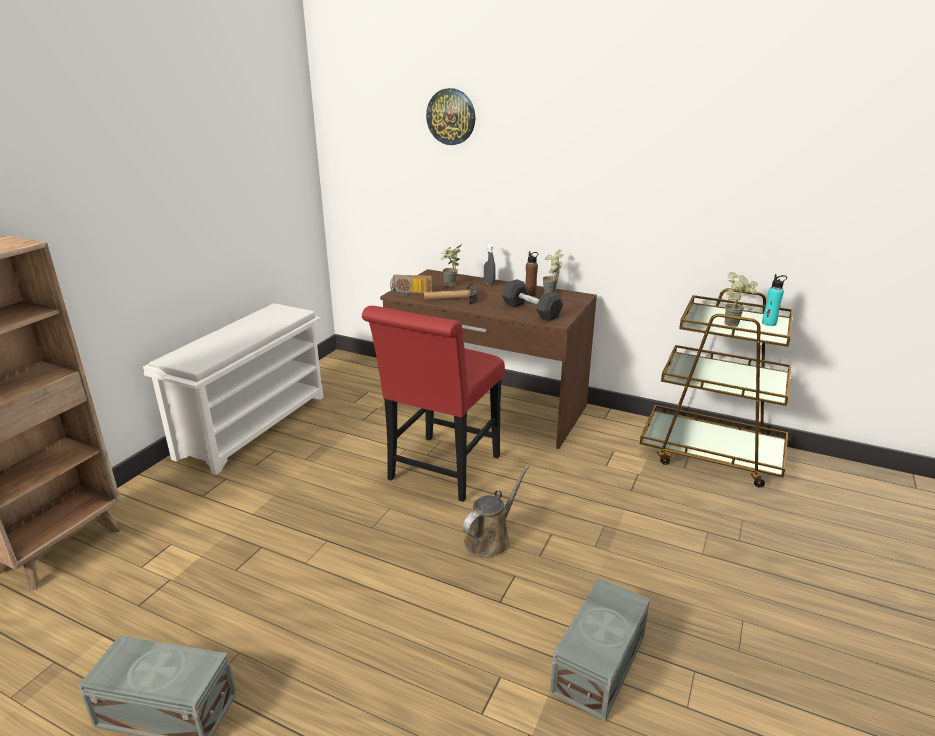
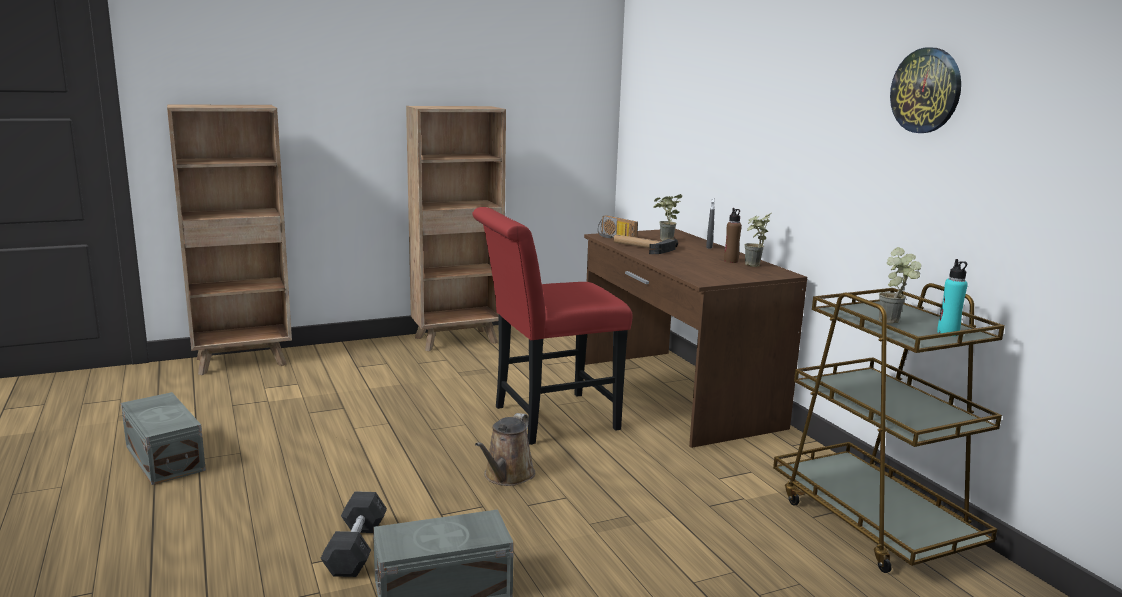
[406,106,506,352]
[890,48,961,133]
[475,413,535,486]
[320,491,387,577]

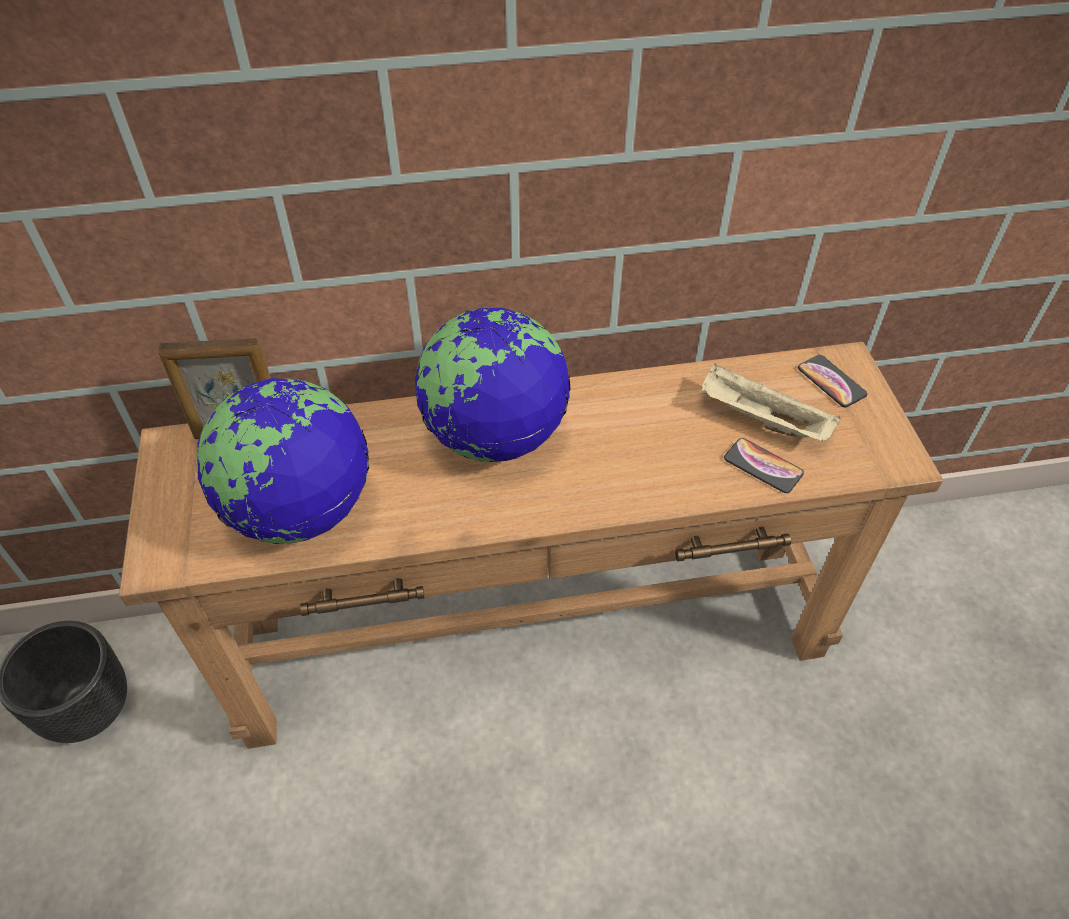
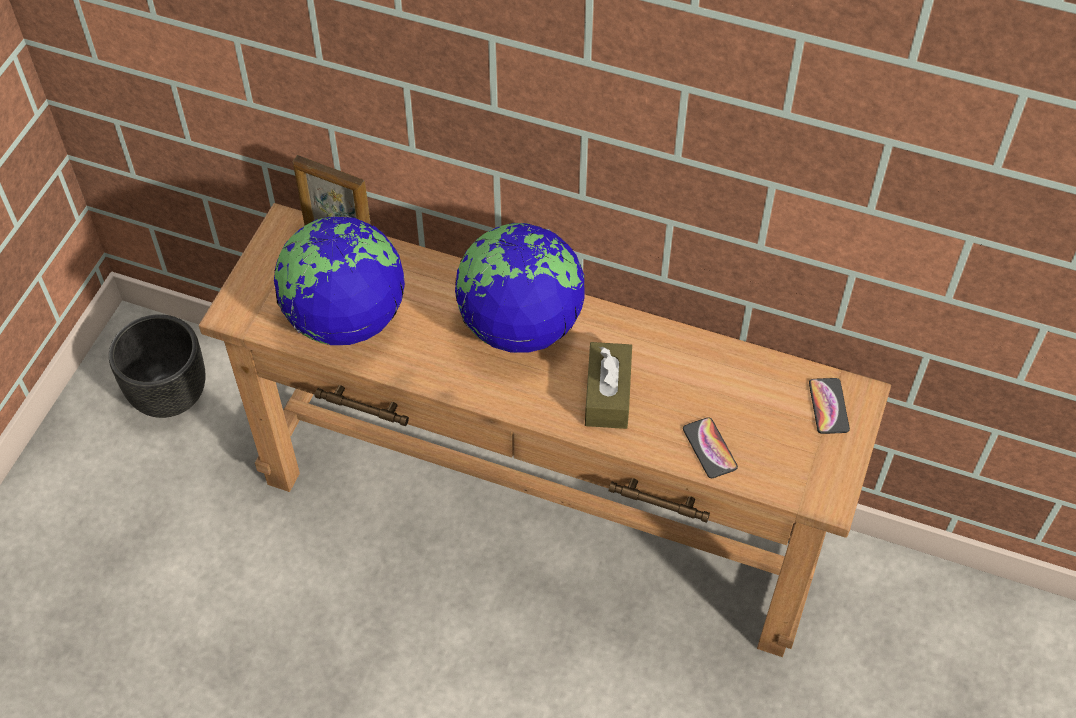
[701,363,841,441] (first image)
[585,342,632,429]

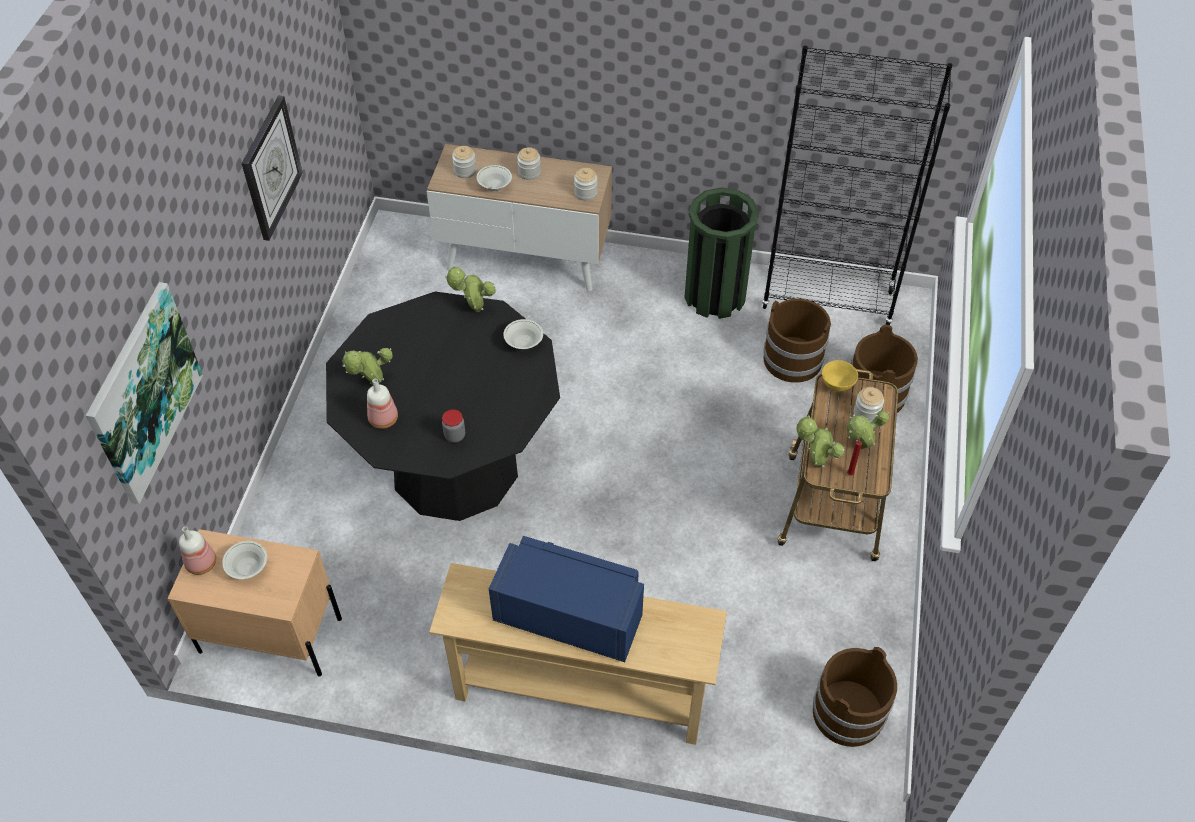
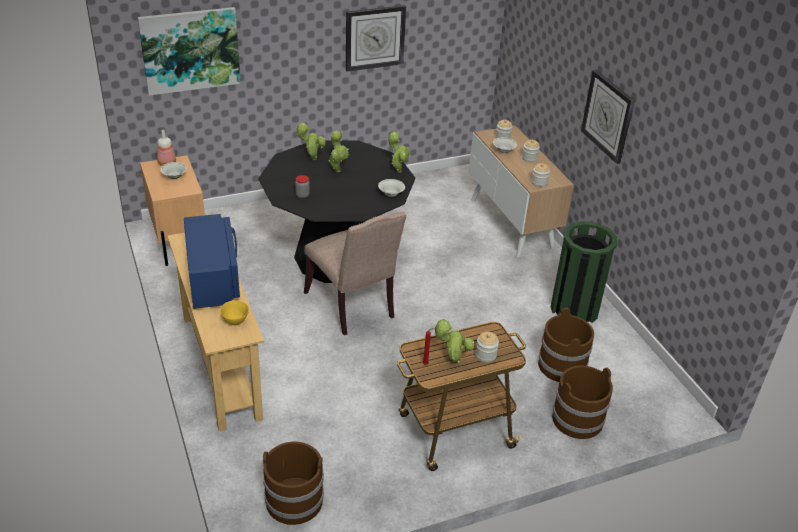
[367,379,398,429] (first image)
[761,46,952,326] (first image)
[329,130,349,172]
[220,300,249,325]
[304,212,406,335]
[581,70,635,164]

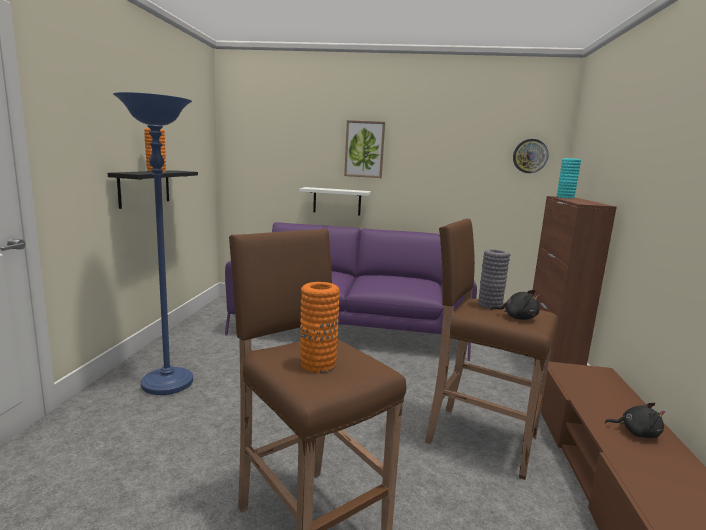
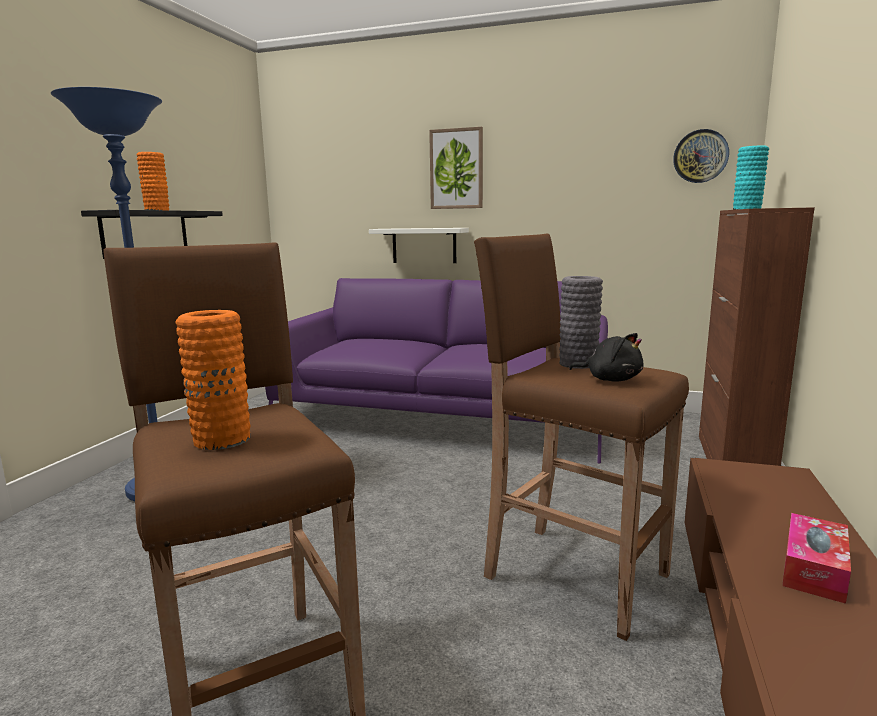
[782,513,851,604]

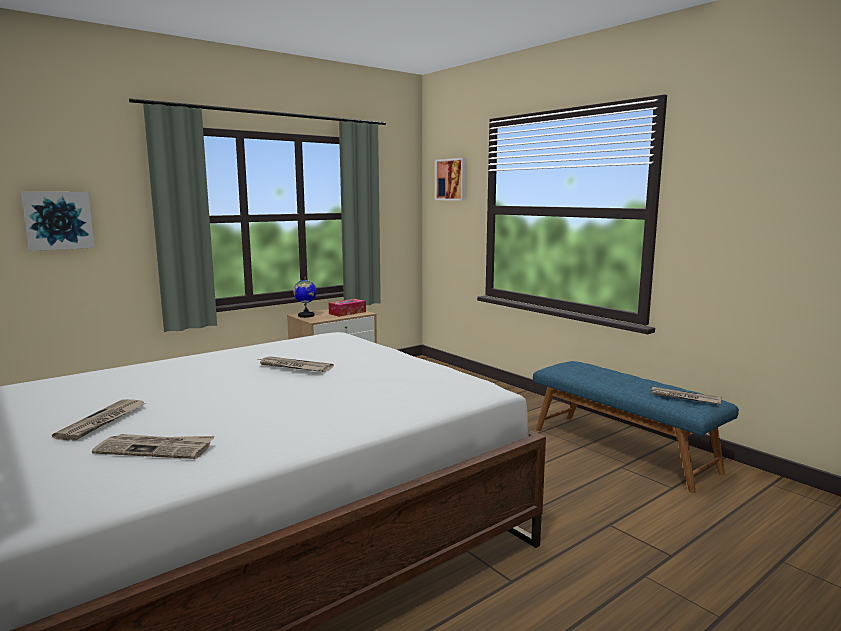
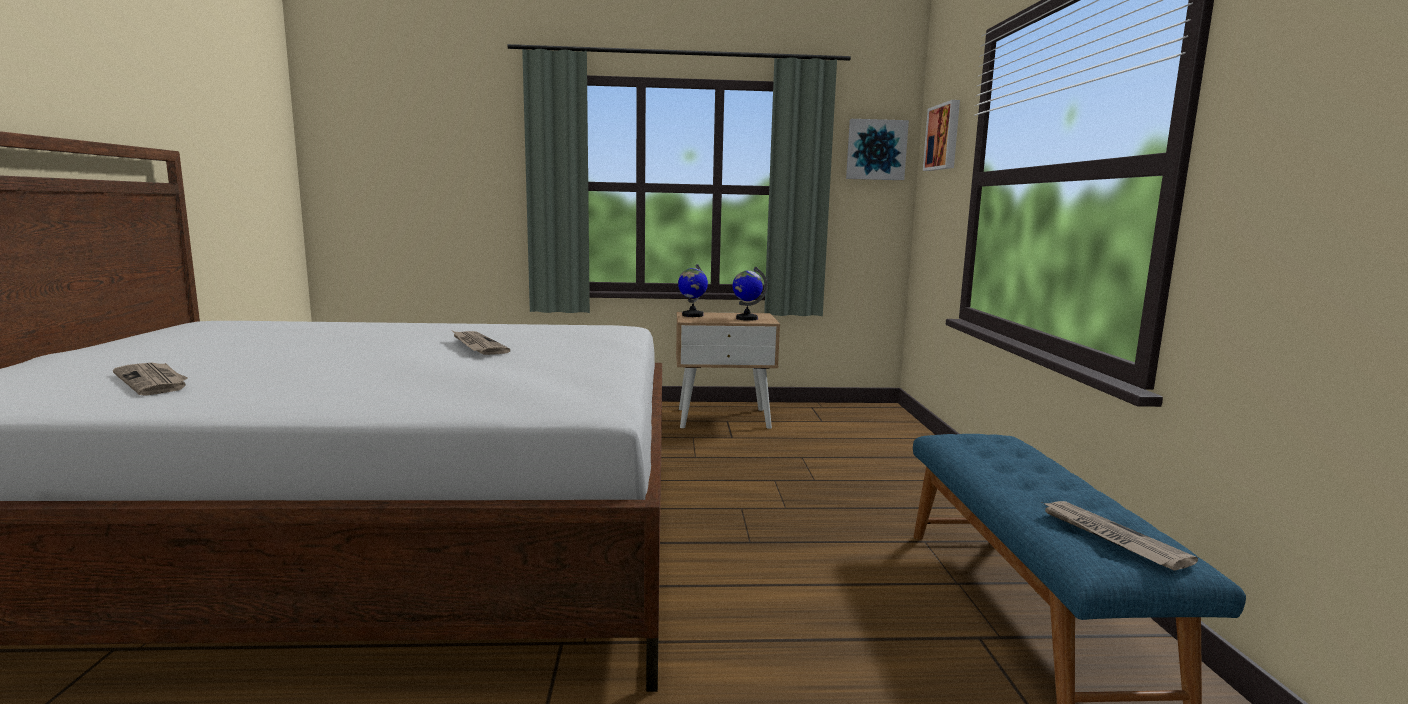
[846,119,909,180]
[52,399,146,441] (first image)
[733,267,767,321]

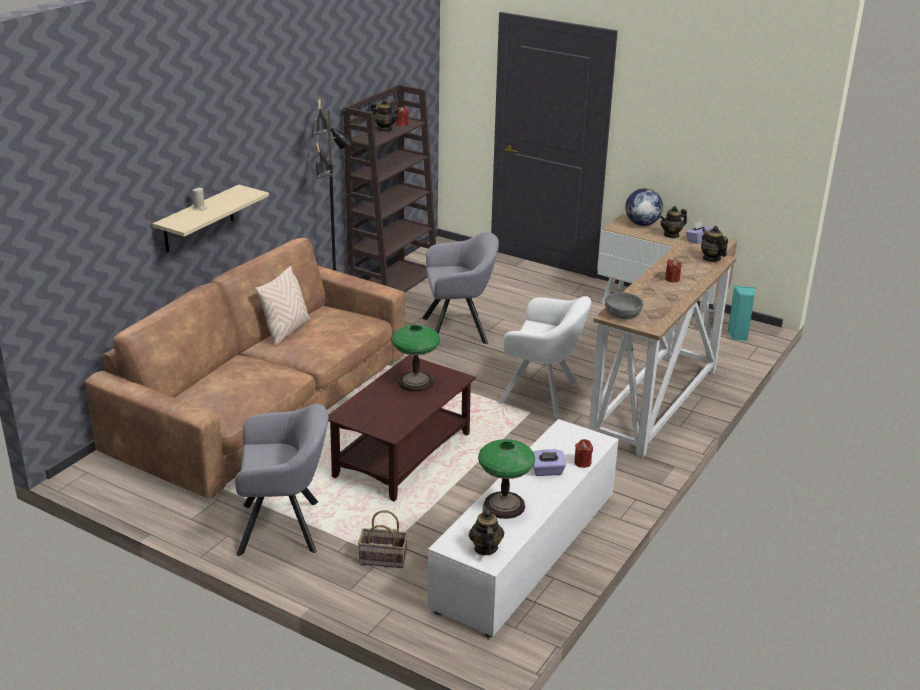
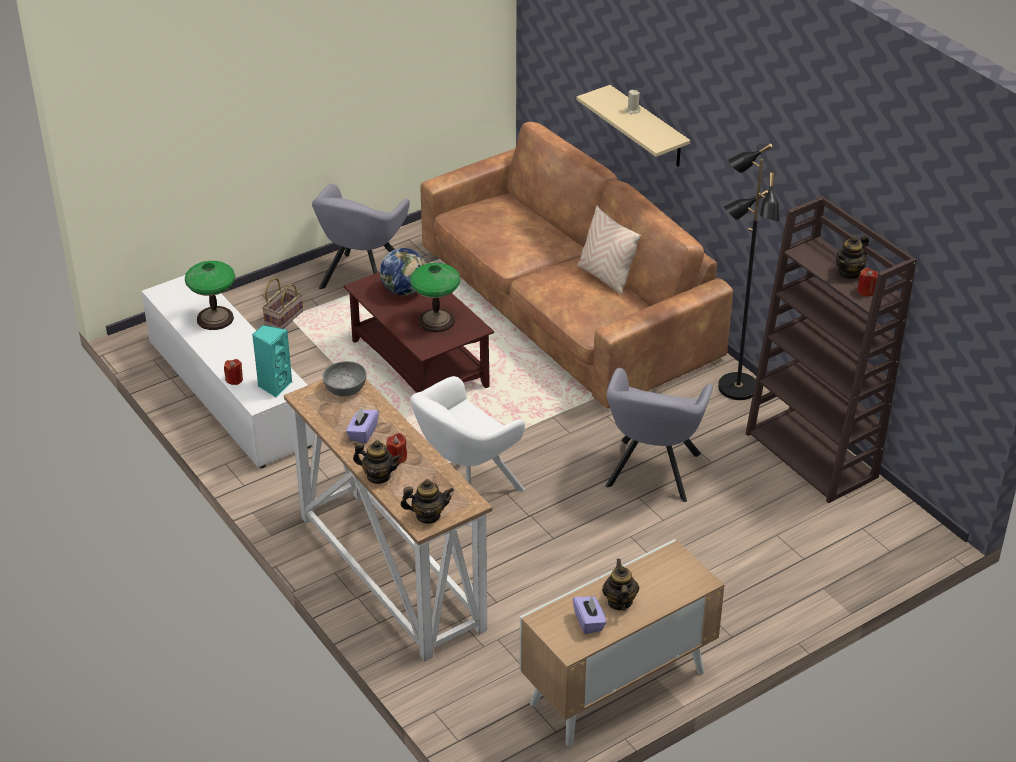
[353,440,402,484]
[346,407,379,443]
[380,248,426,295]
[252,325,292,398]

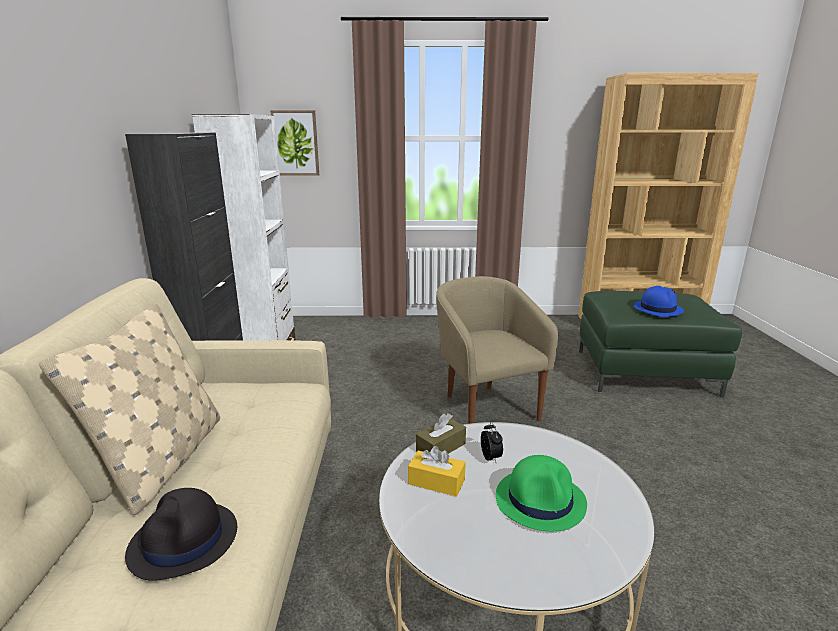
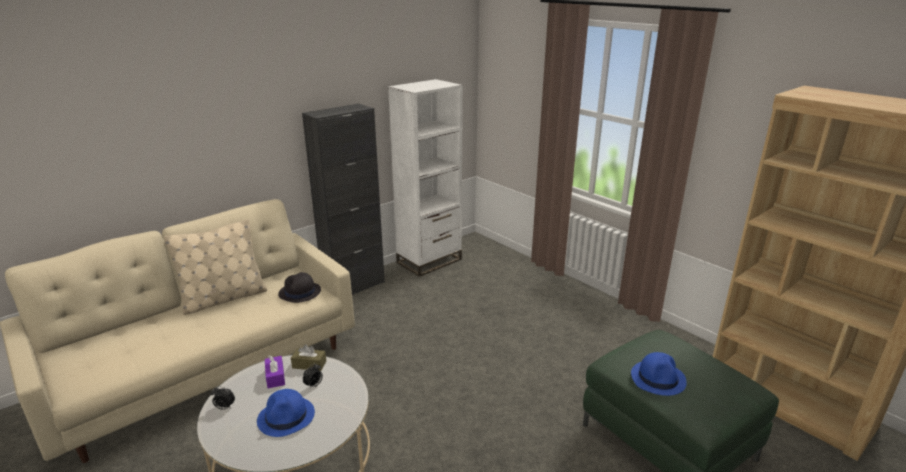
[278,272,321,303]
[270,110,319,176] (first image)
[265,355,285,388]
[436,276,558,424] (first image)
[257,389,315,437]
[211,387,235,410]

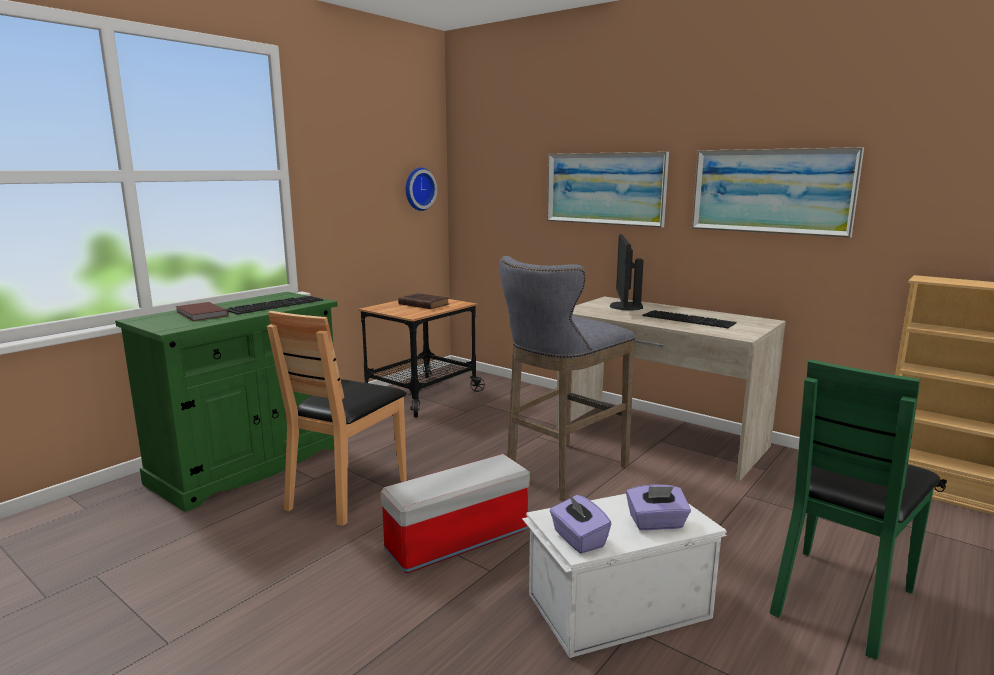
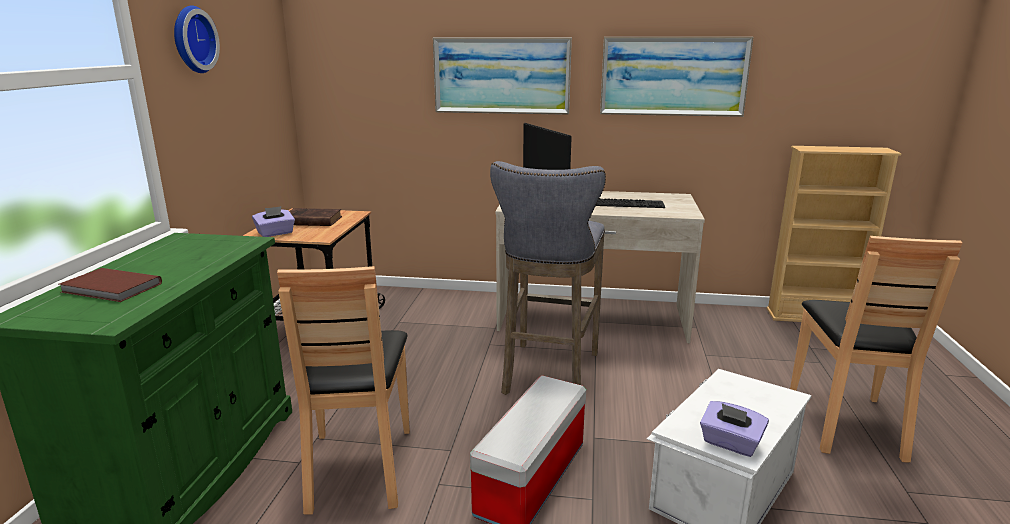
[226,296,323,315] (first image)
[174,5,220,73]
[252,206,295,237]
[790,236,962,463]

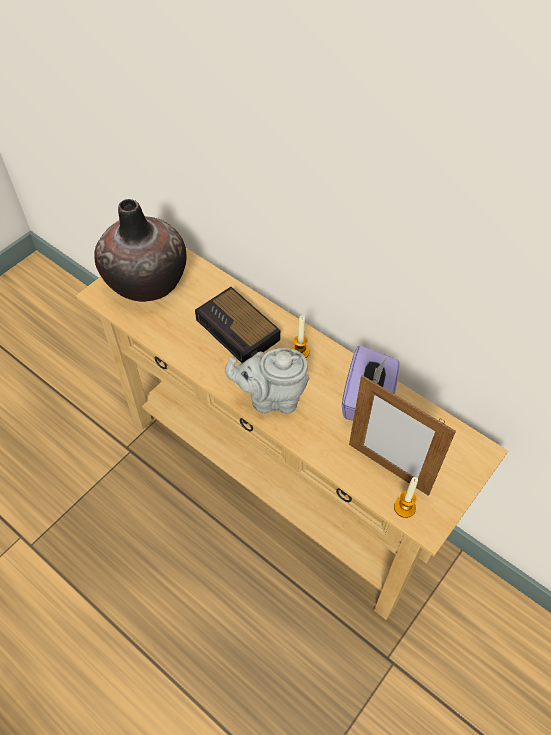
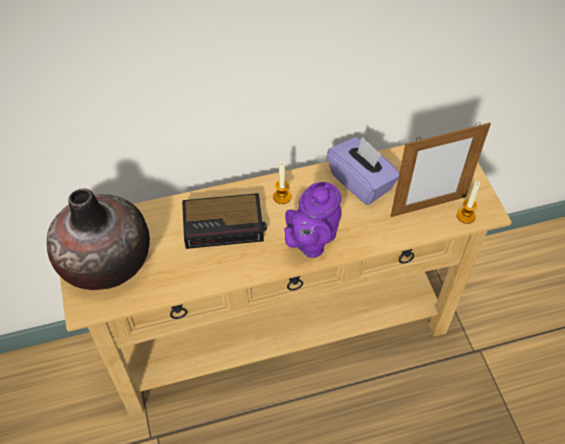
[284,182,341,258]

